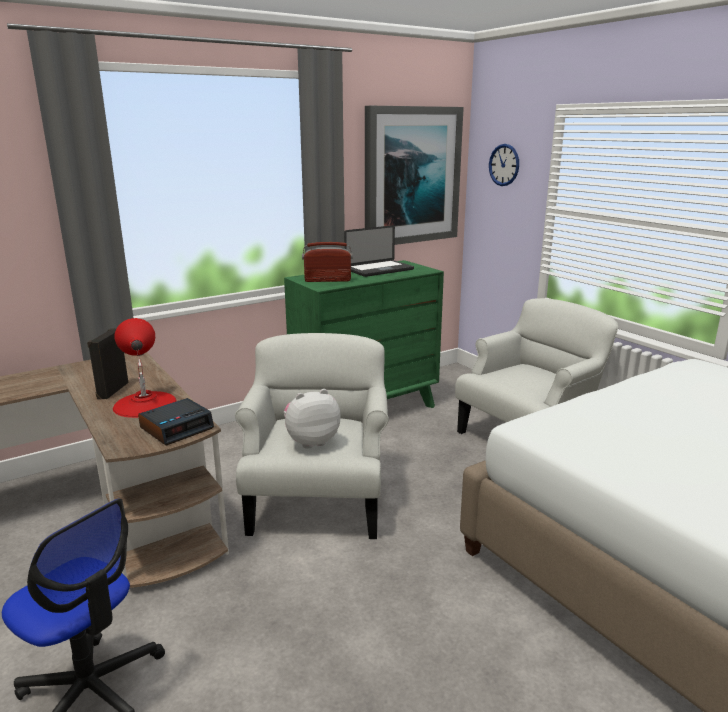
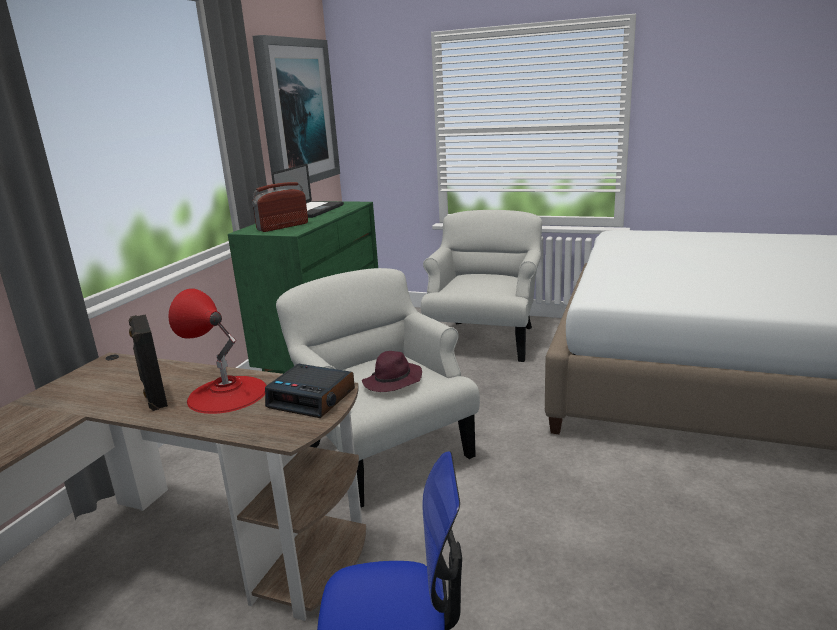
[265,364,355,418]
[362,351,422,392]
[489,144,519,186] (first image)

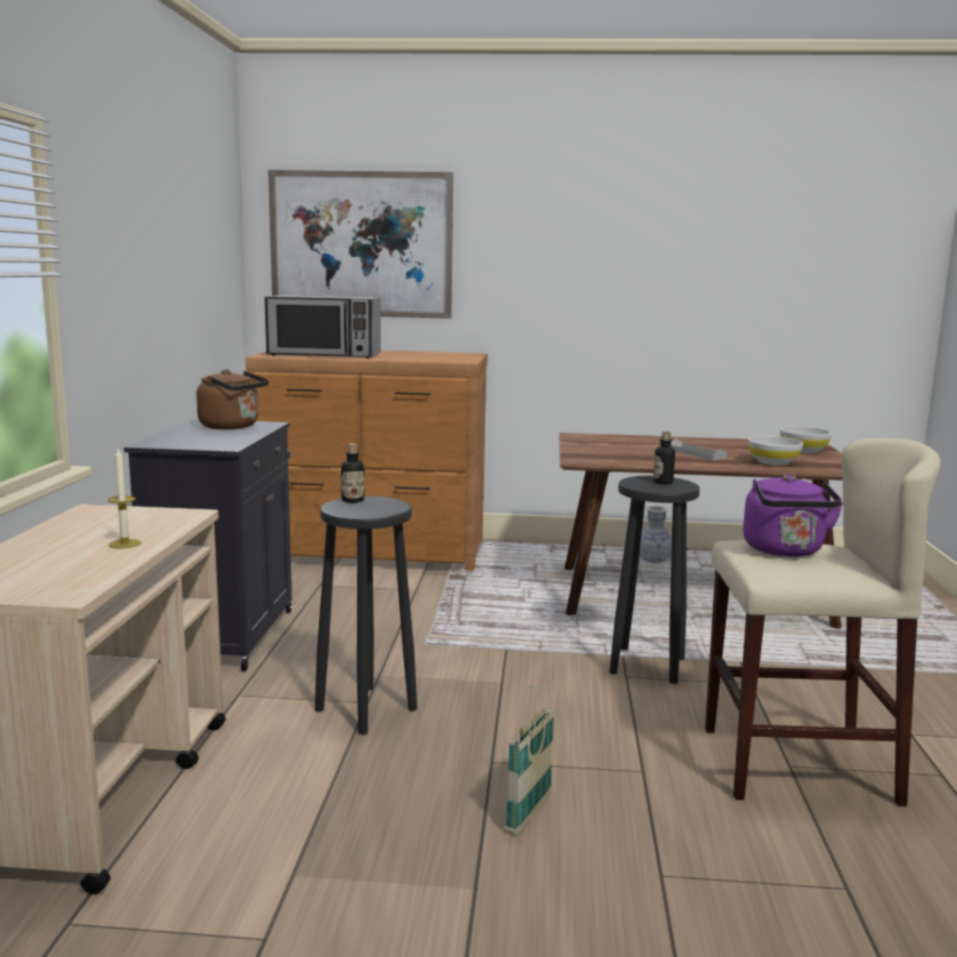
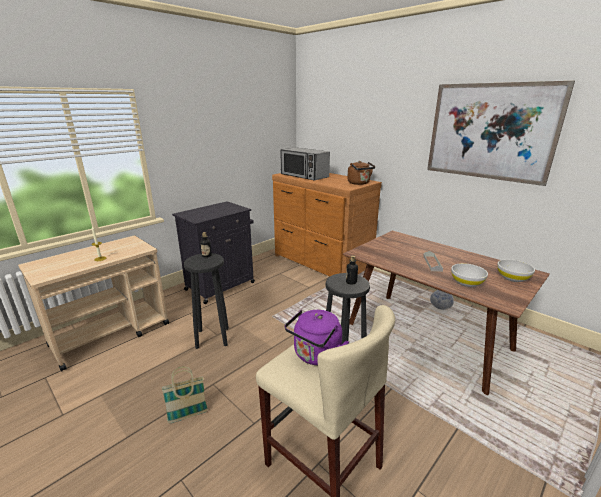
[347,161,375,185]
[427,81,575,186]

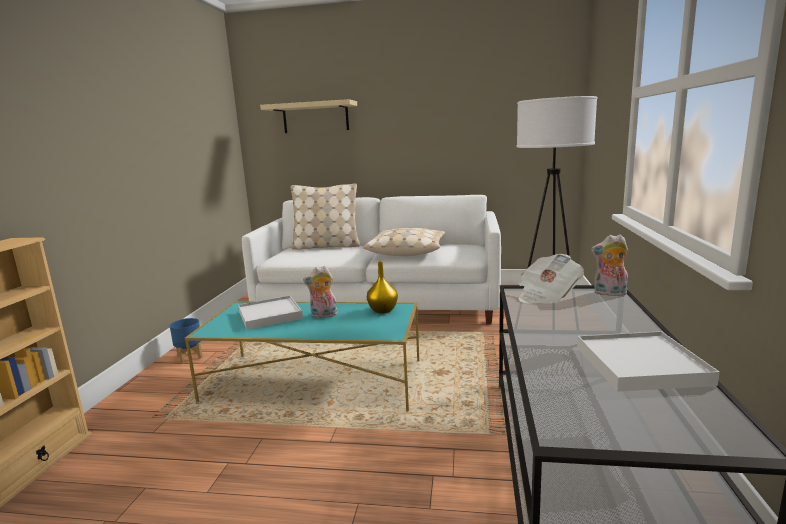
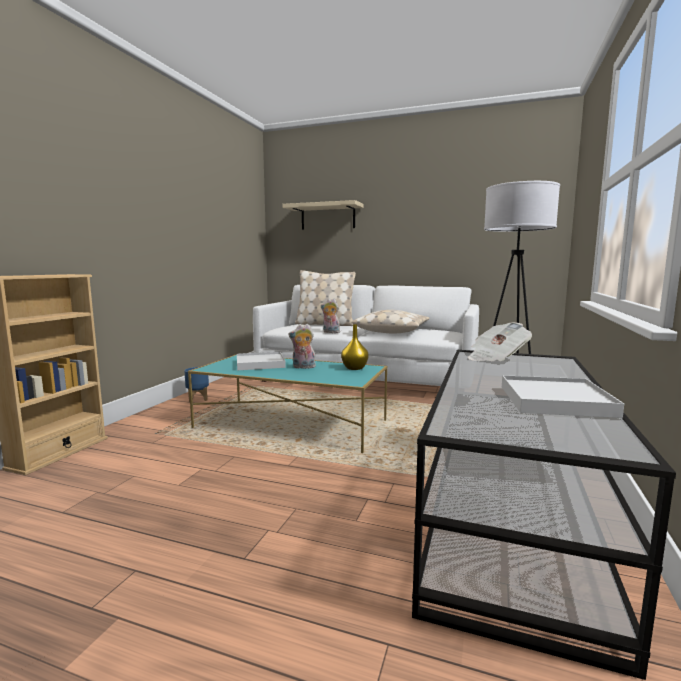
[321,299,340,333]

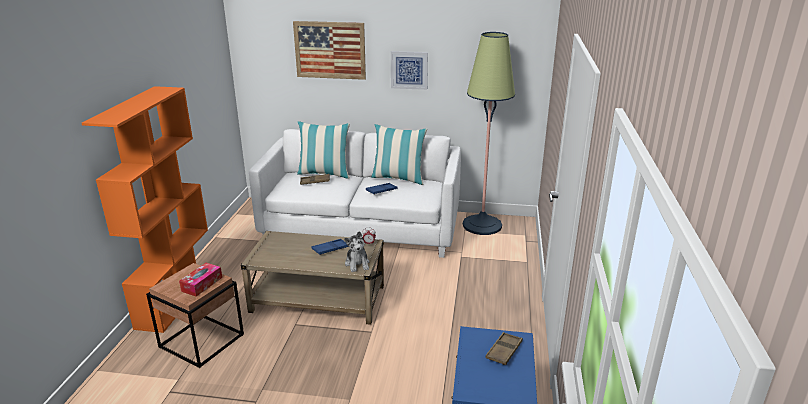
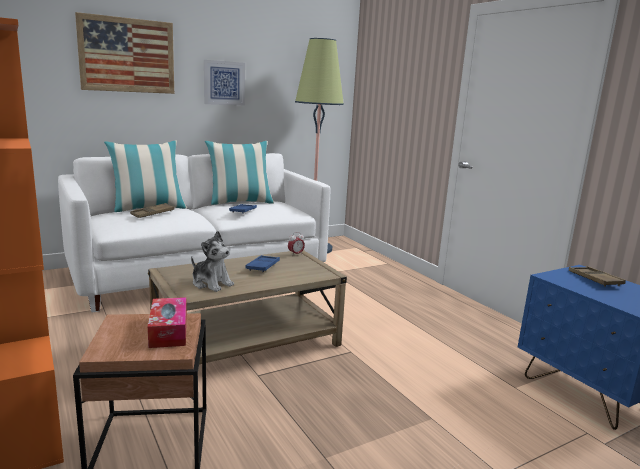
[191,231,234,292]

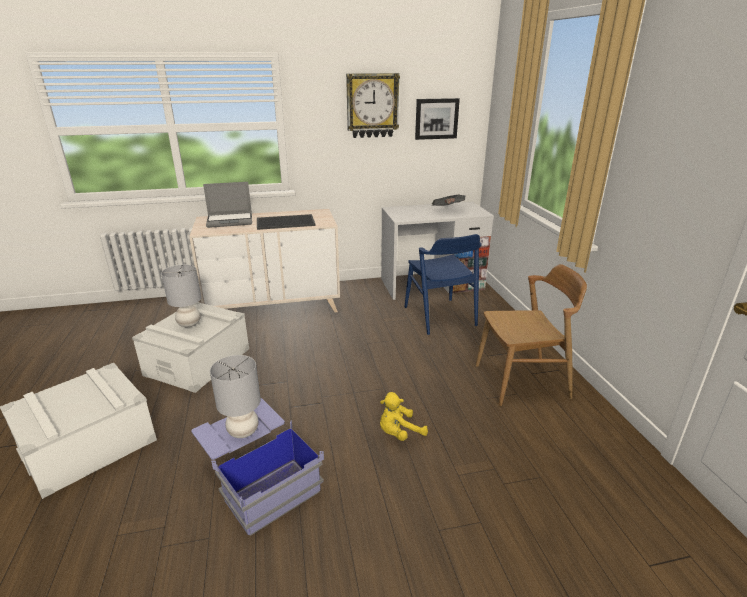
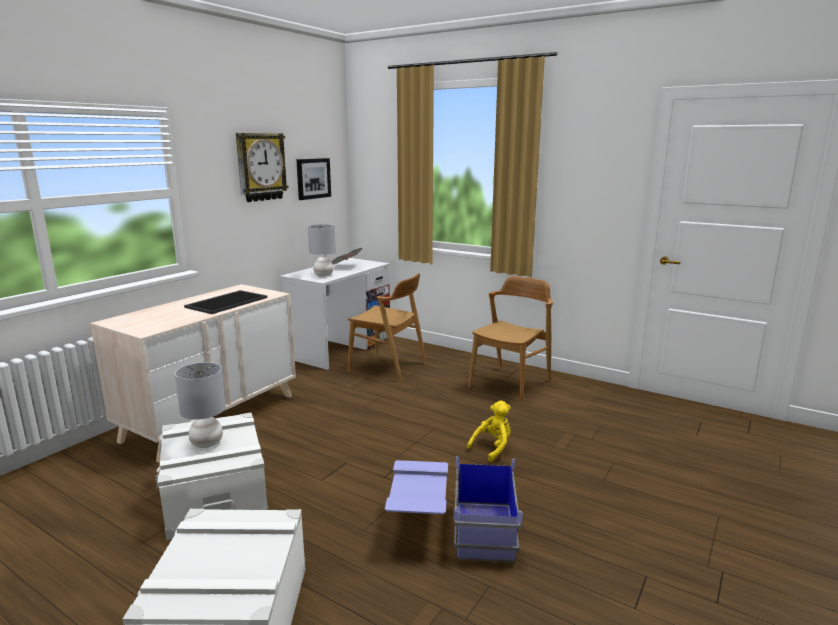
[203,182,252,228] (first image)
[308,224,336,276]
[467,400,511,462]
[348,273,427,382]

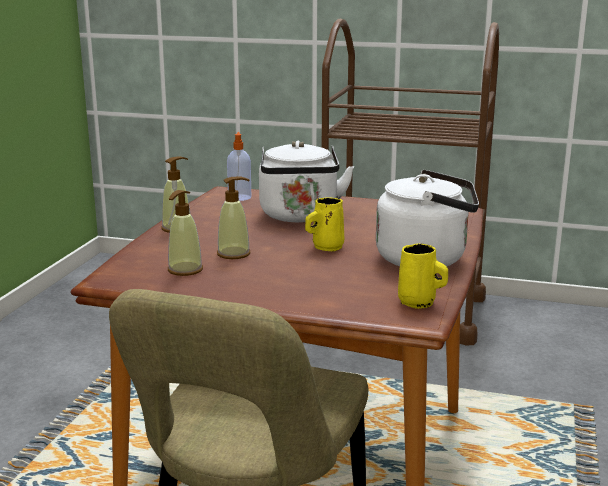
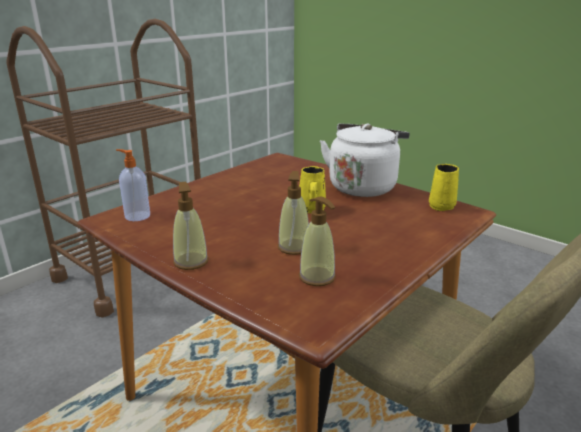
[259,141,354,222] (first image)

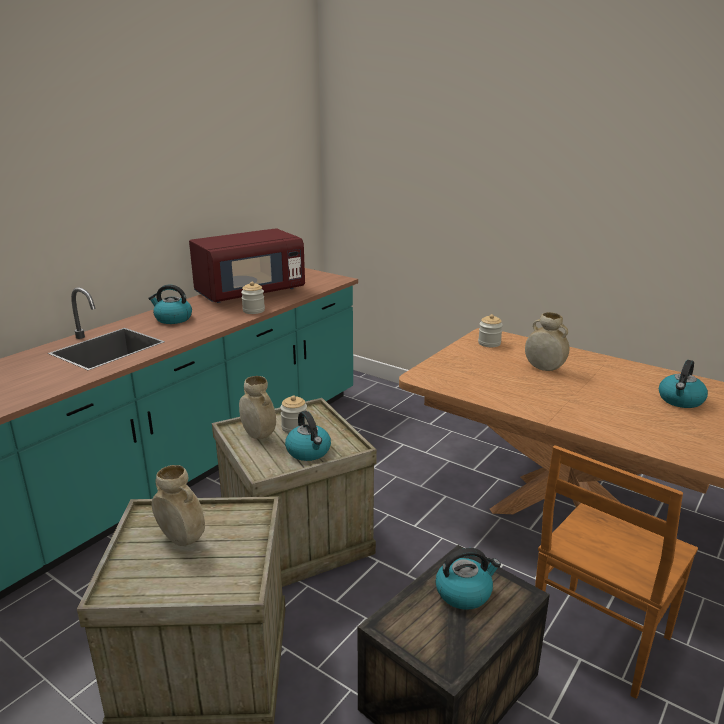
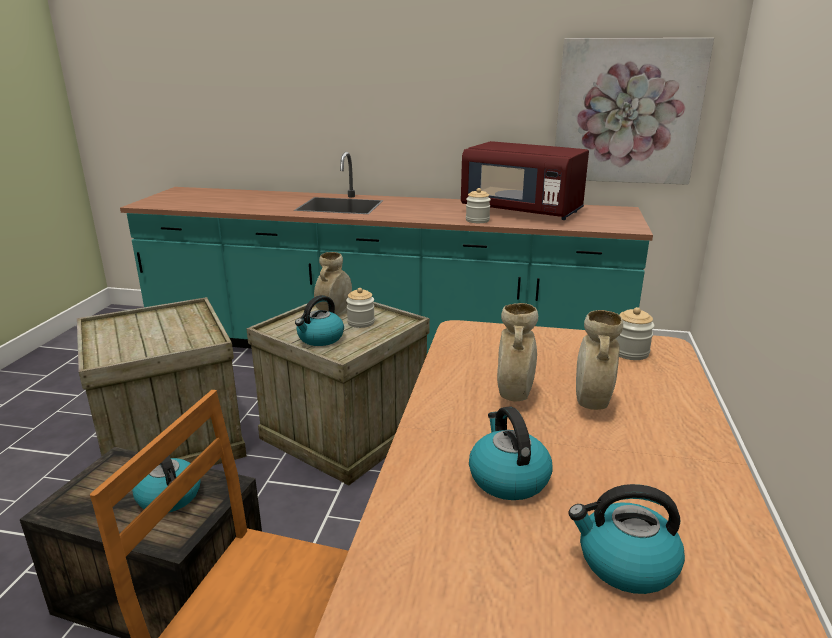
[469,406,553,500]
[497,303,538,402]
[555,38,714,185]

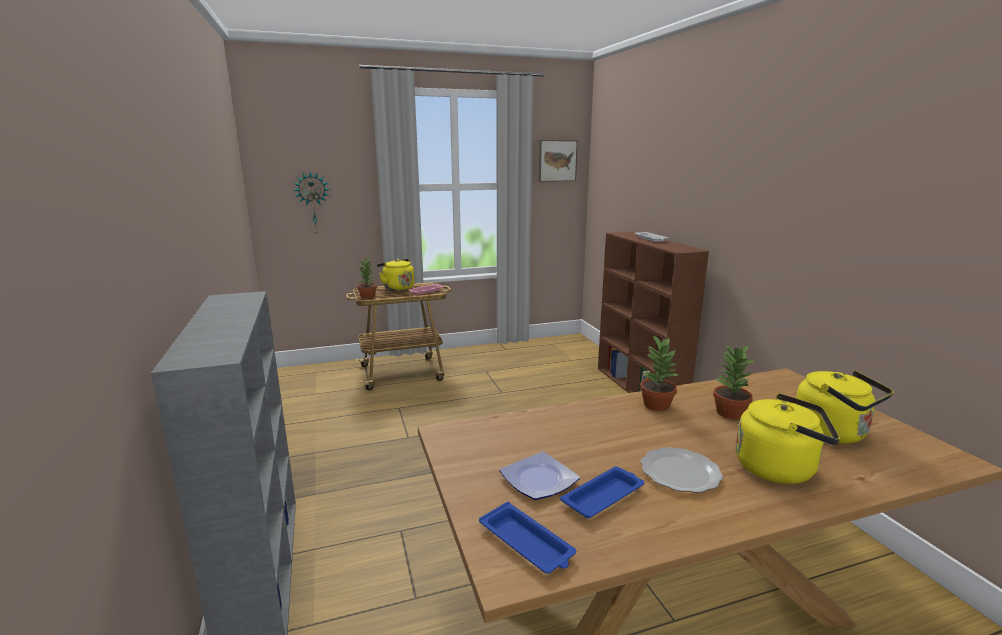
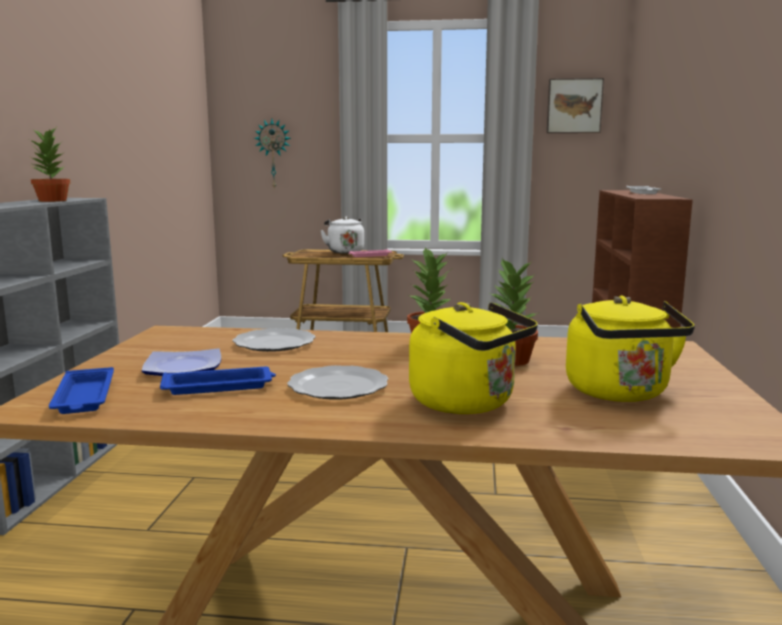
[30,128,70,202]
[320,216,364,254]
[233,328,316,352]

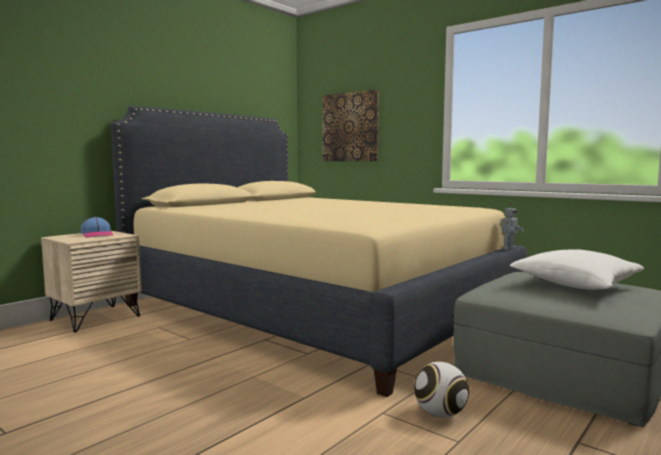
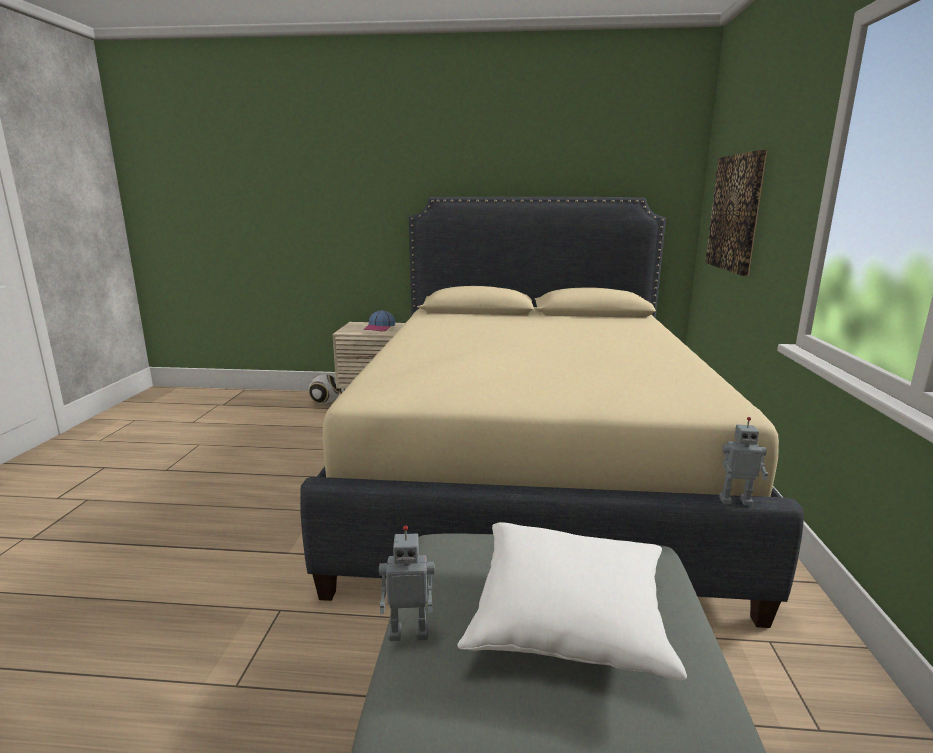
[308,374,340,404]
[379,526,435,641]

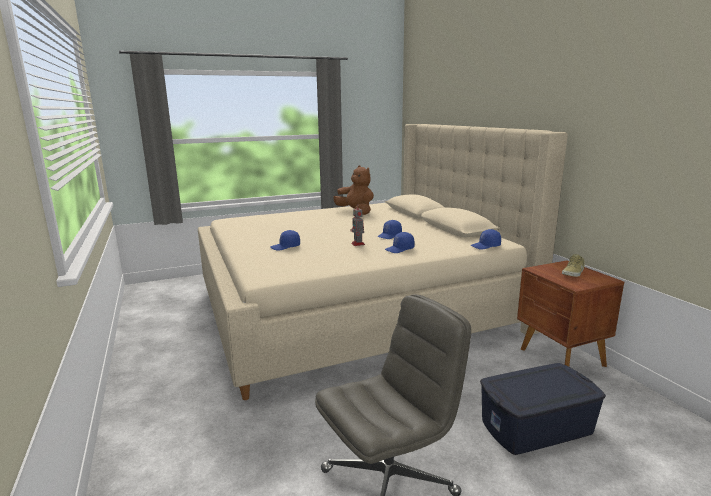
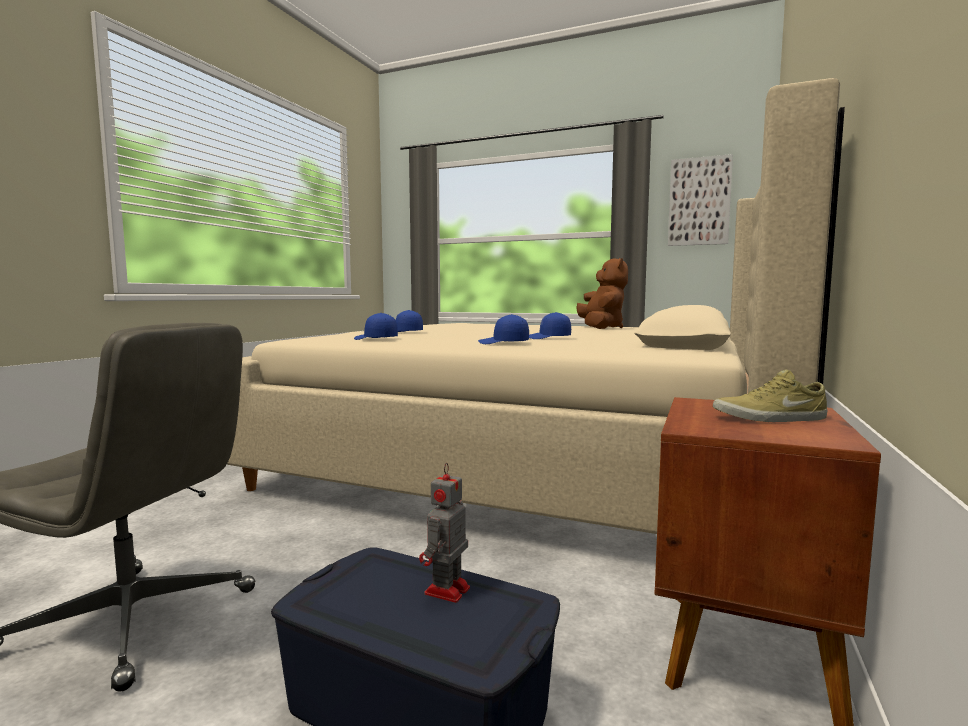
[419,463,470,603]
[354,313,398,340]
[668,154,733,246]

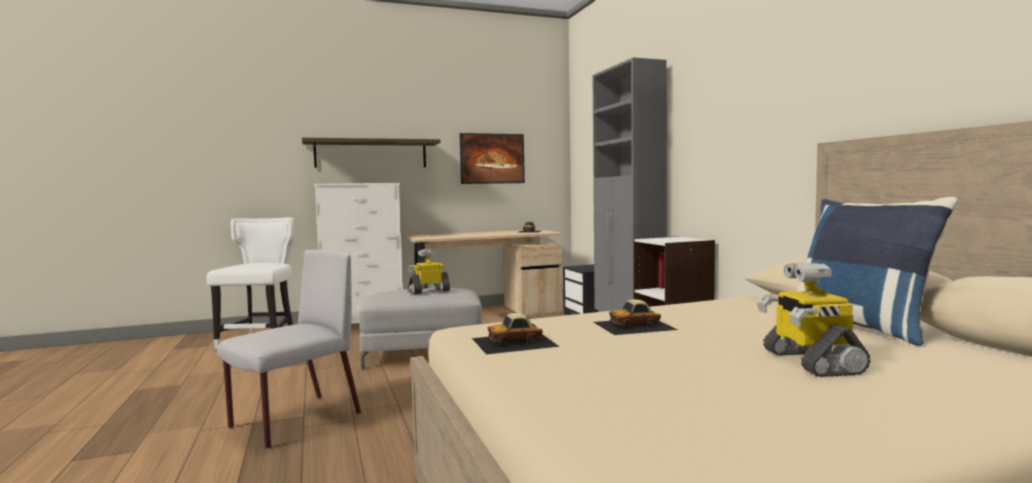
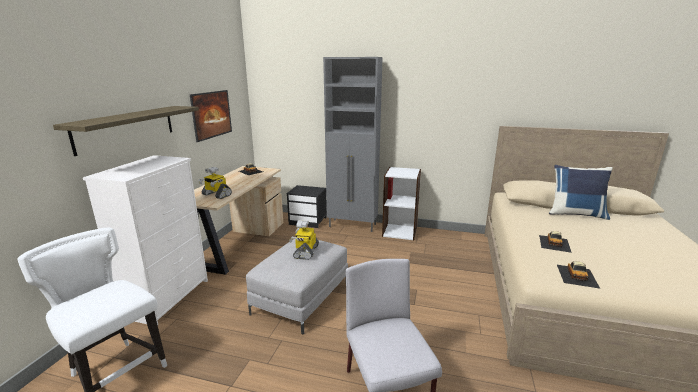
[198,167,232,199]

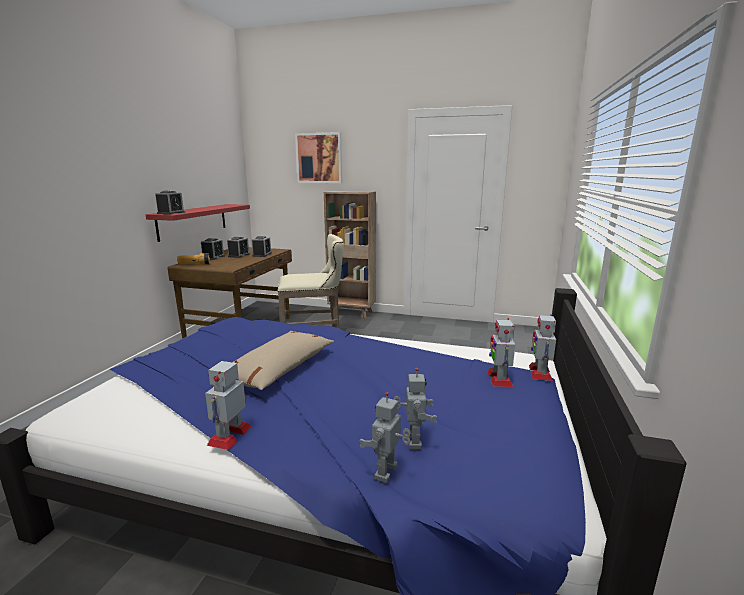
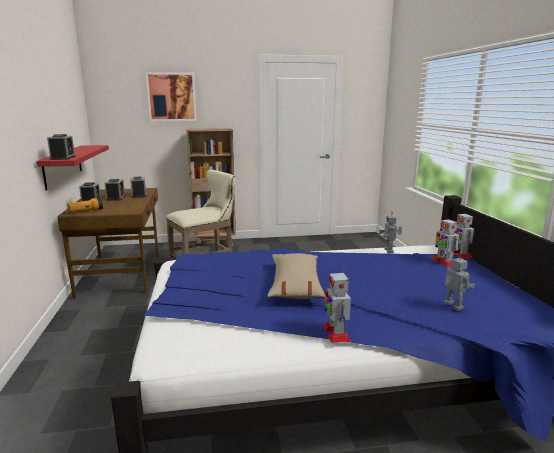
[379,212,402,253]

